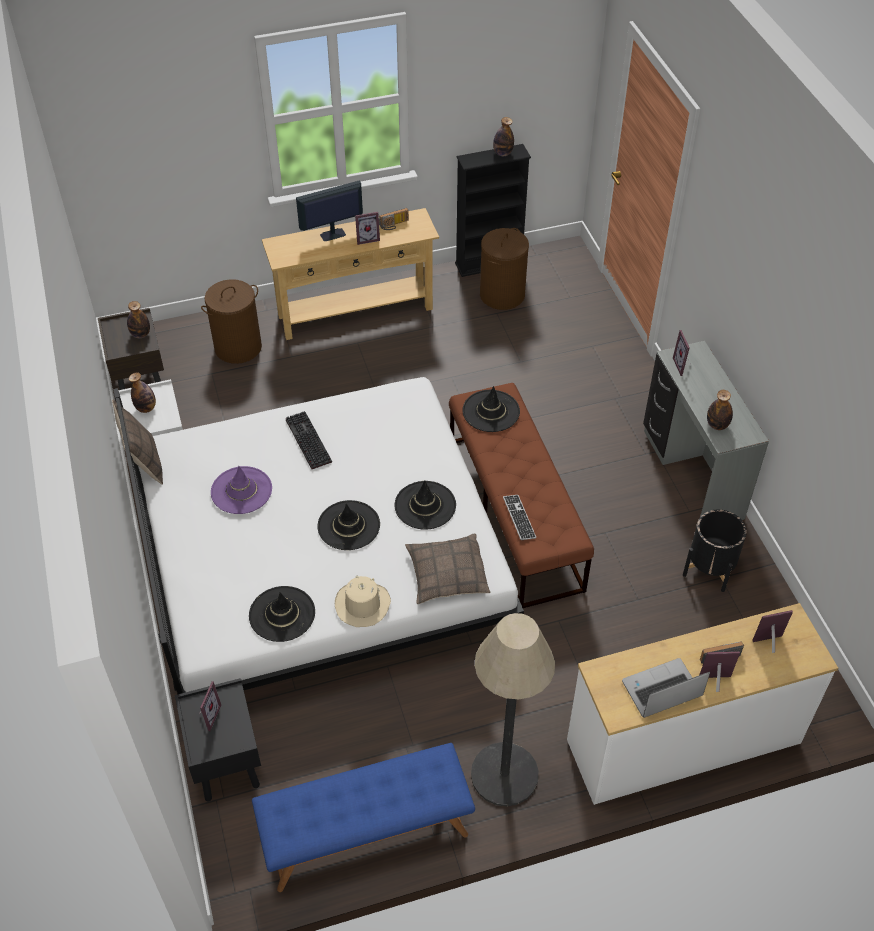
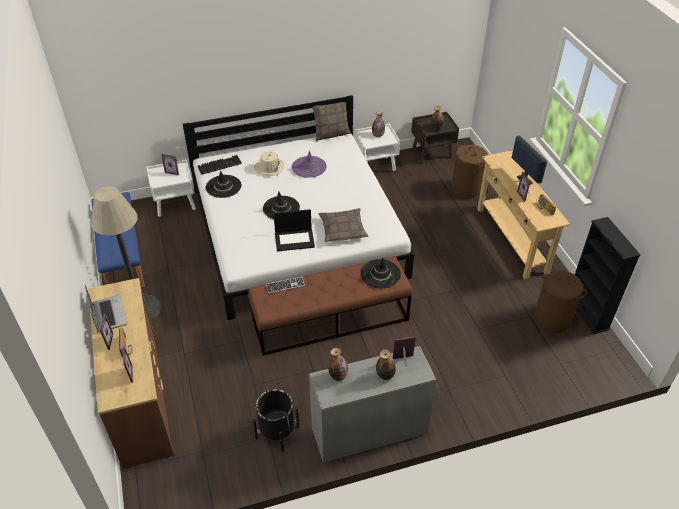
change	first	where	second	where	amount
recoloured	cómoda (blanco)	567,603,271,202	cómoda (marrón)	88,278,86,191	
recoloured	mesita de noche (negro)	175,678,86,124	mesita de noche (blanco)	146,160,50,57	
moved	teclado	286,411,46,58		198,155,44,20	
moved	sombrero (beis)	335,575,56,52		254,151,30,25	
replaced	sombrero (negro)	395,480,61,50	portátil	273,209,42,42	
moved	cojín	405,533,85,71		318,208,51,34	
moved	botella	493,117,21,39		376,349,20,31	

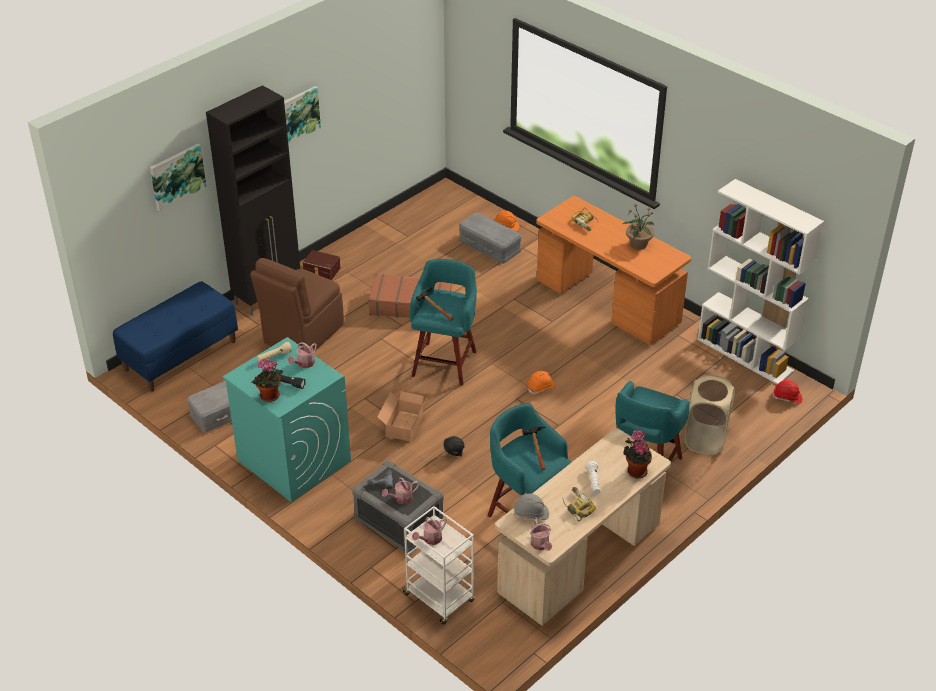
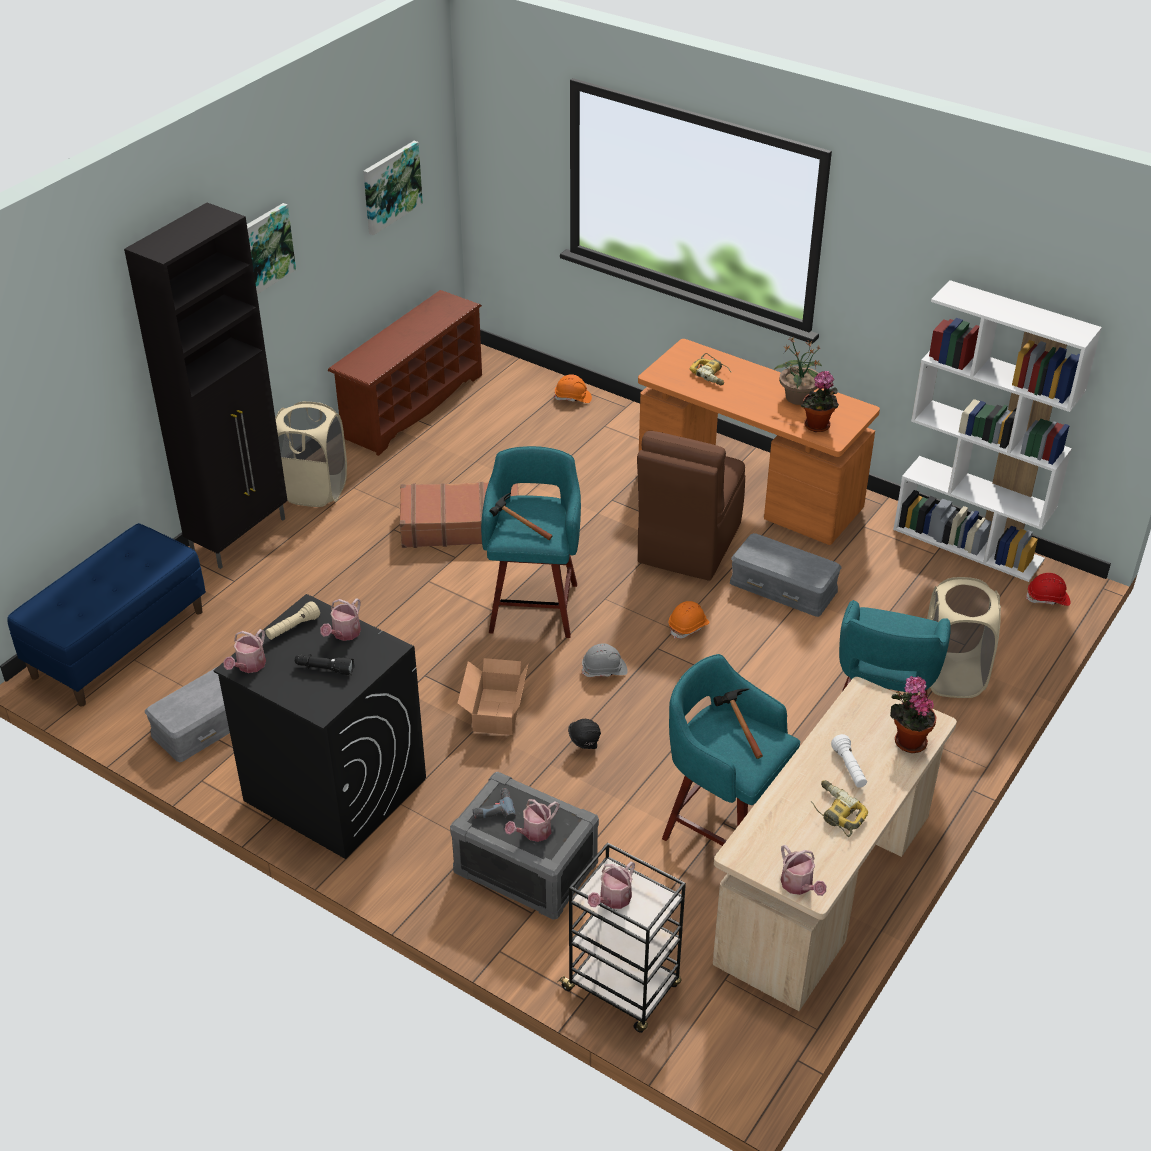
change	first	where	second	where	amount
recoloured	lavadora (turquesa)	223,337,128,165	lavadora (negro)	214,594,212,265	
added			regadera	223,629,43,44	
replaced	caja de almacenaje (marrón)	303,250,37,30	cesto de la ropa (beis)	275,401,72,106	
added			zapatero (marrón)	328,290,154,166	
moved	cuadro	150,144,57,67		363,141,60,94	
recoloured	carrito (blanco)	401,506,74,119	carrito (negro)	557,842,129,191	
moved	casco (gris)	514,494,35,26		582,643,46,34	
moved	silla (marrón)	250,258,94,92		637,431,108,150	
moved	caja de almacenaje (gris)	459,213,63,51		730,533,111,84	
moved	planta en maceta	252,359,31,43		801,371,38,61	

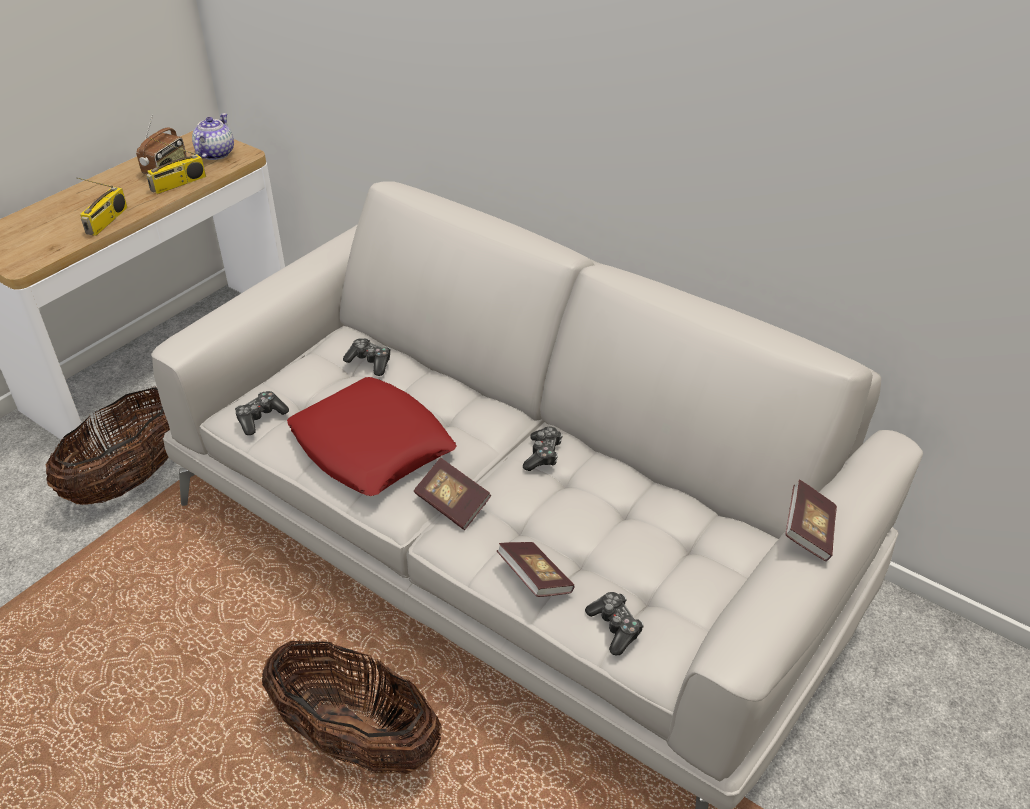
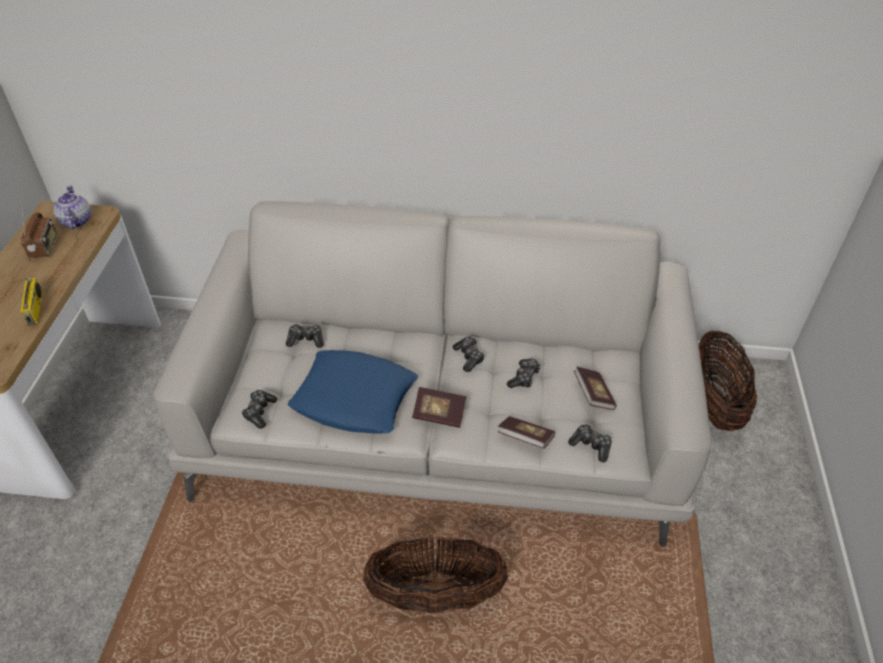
change	first	where	second	where	amount
recoloured	cojín (rojo)	287,377,170,119	cojín (azul)	288,350,130,84	
added			mando de consola	507,359,34,29	
moved	libro	785,479,52,82		574,367,43,43	
moved	cesta	46,387,124,118		698,330,59,101	
removed	radio	146,137,60,57			

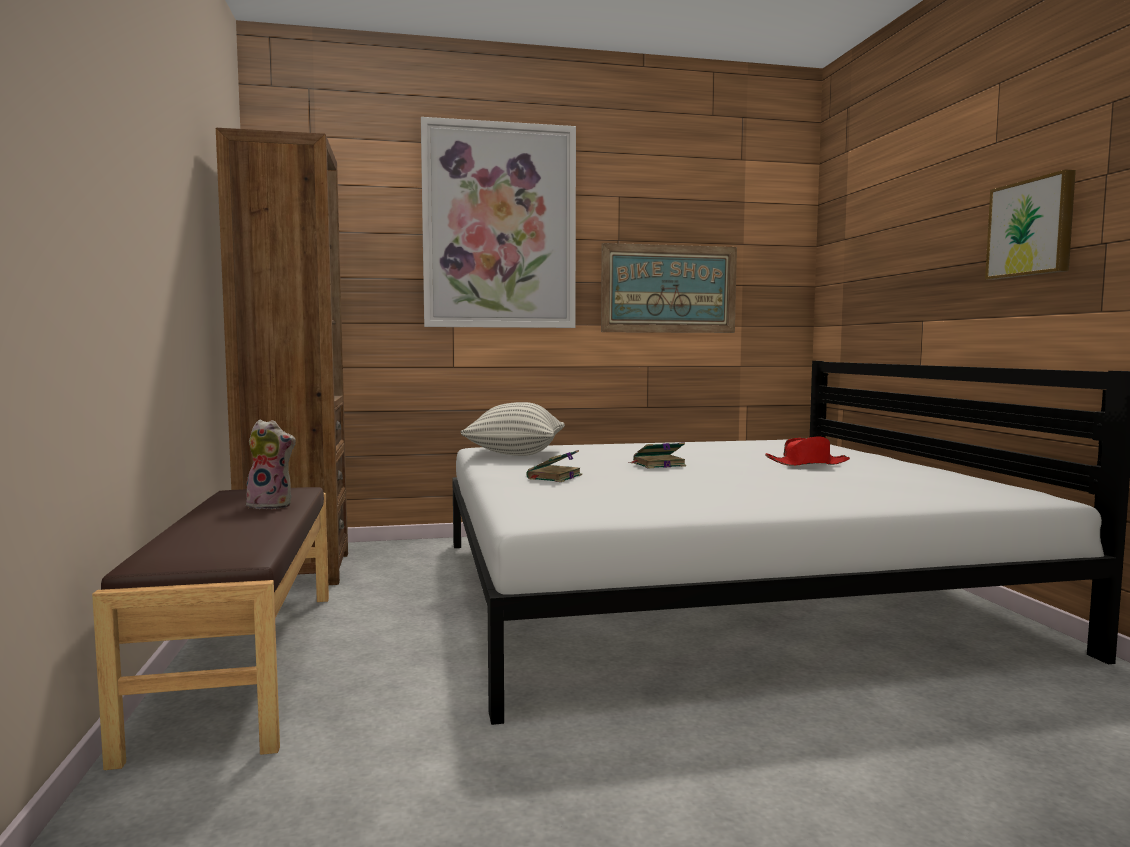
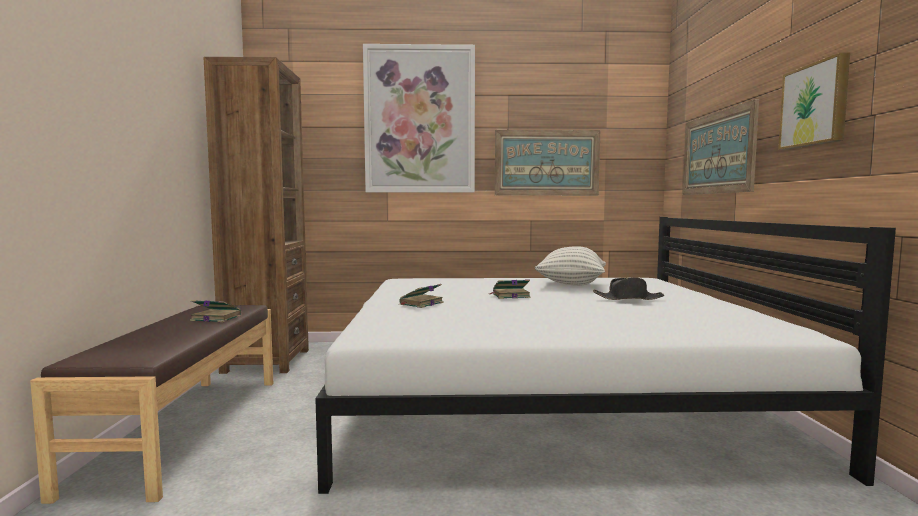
change	first	where	second	where	amount
replaced	peluche	246,419,50,90	libro	190,300,51,22	
moved	cojín	461,402,104,54		535,246,71,40	
recoloured	sombrero (rojo)	765,436,85,30	sombrero (negro)	593,277,71,23	
added			cuadro	683,99,76,96	

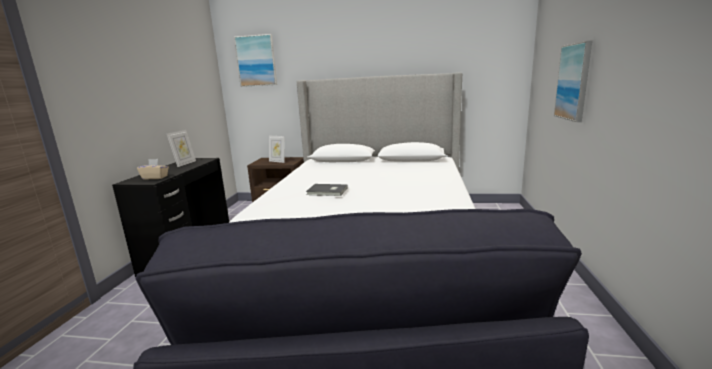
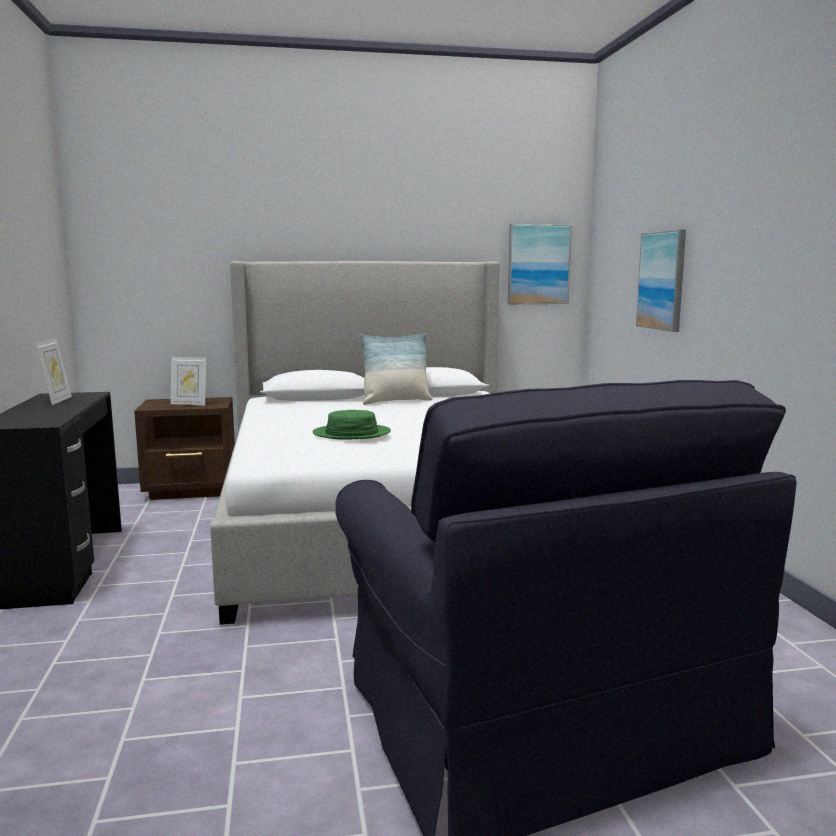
change	first	where	second	where	amount
replaced	libro (gris)	306,184,42,12	sombrero (verde)	312,410,79,30	
added			cojín	359,333,73,72	
moved	cuadro	234,34,43,53		508,224,64,80	
removed	caja de pañuelos (beis)	137,159,32,21			

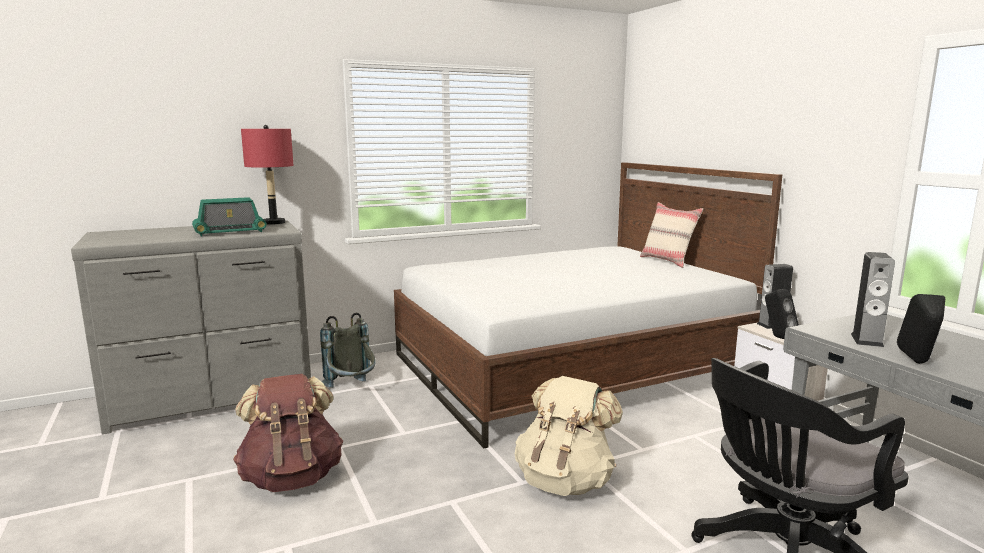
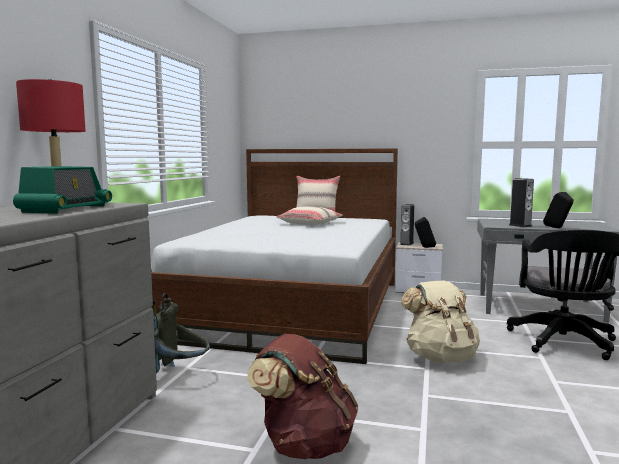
change	first	where	second	where	amount
added			cojín (beis)	277,207,66,18	

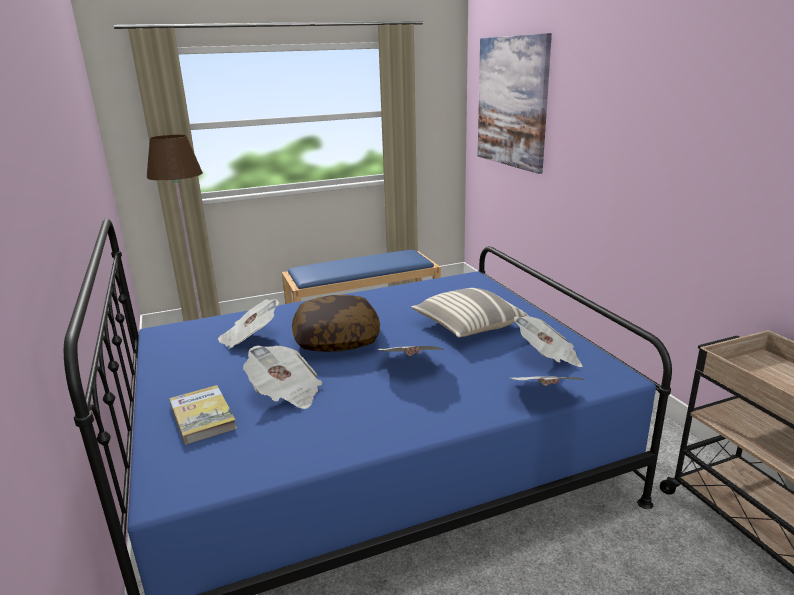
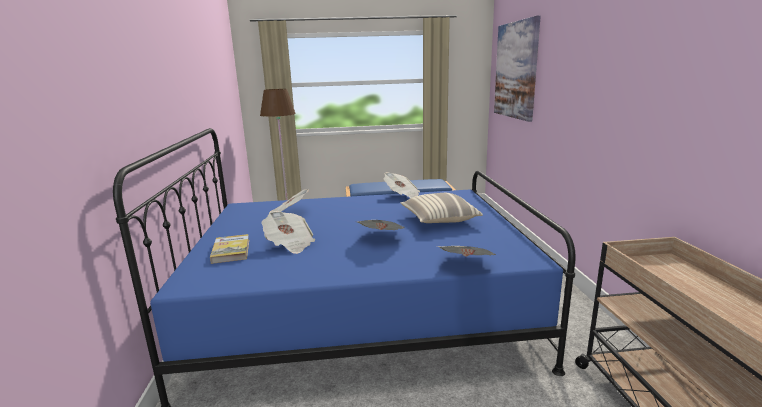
change	first	where	second	where	amount
moved	periódico	514,316,69,51		383,172,37,26	
removed	cojín	292,295,88,57			

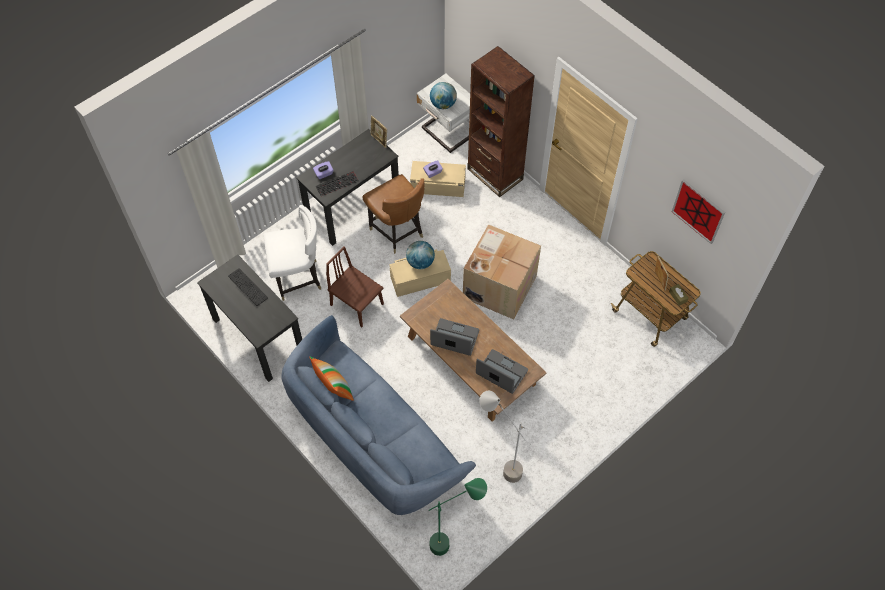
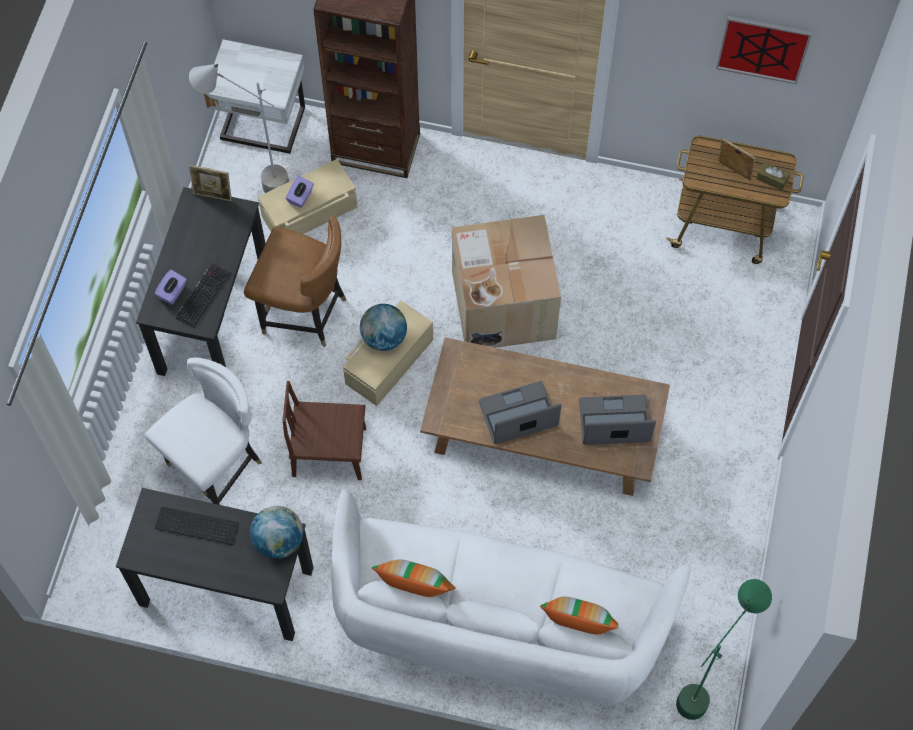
change	first	where	second	where	amount
moved	lámpara de pie (gris)	479,391,47,92		189,64,100,129	
moved	globo terráqueo	430,82,27,27		250,506,53,53	
recoloured	sofá (azul)	281,315,195,200	sofá (blanco)	331,489,360,215	
added			cojín	540,597,79,37	

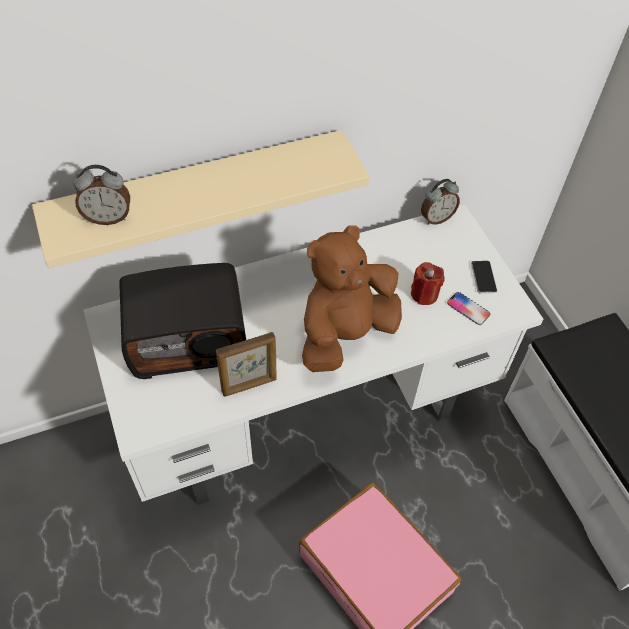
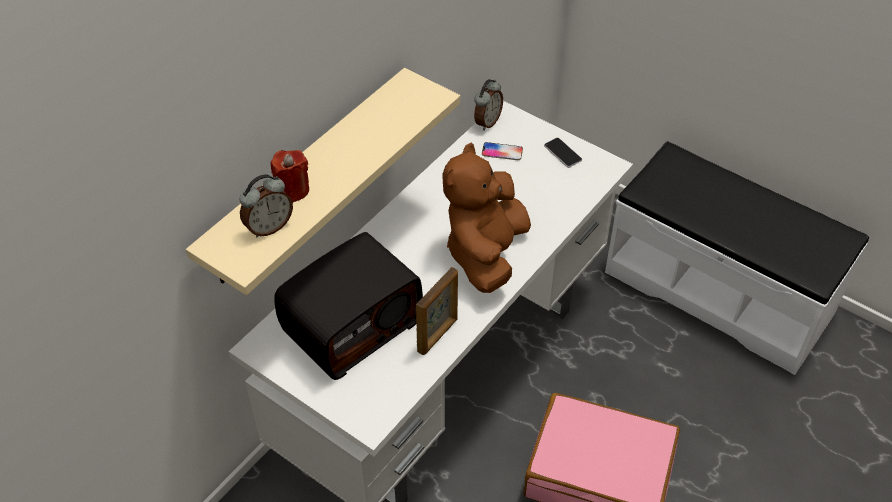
change	first	where	second	where	amount
moved	vela (rojo)	411,262,34,43		270,150,39,52	
moved	móvil	447,292,43,33		482,142,41,18	

